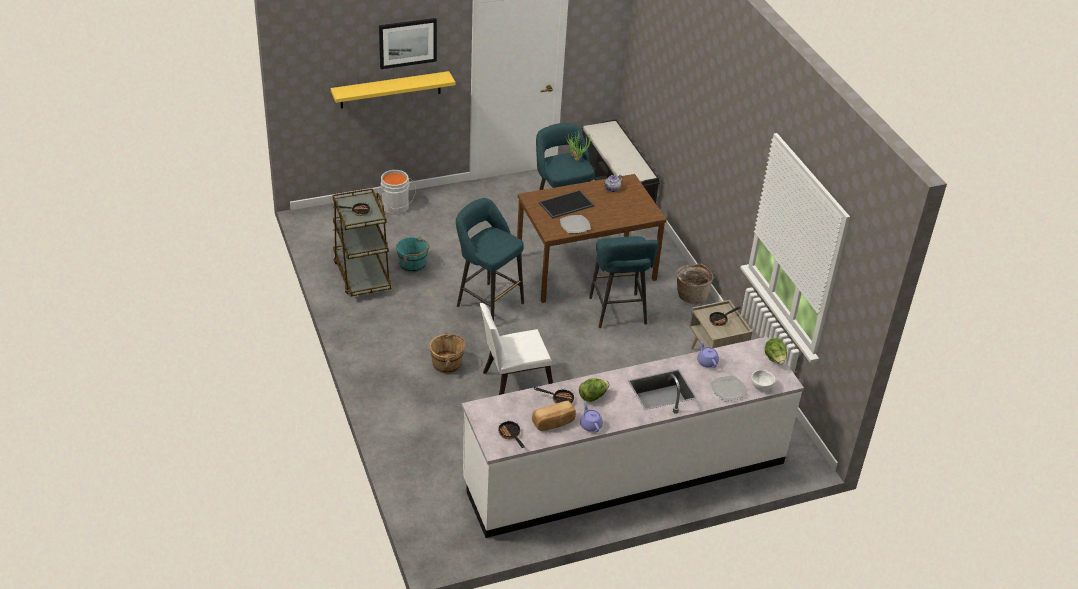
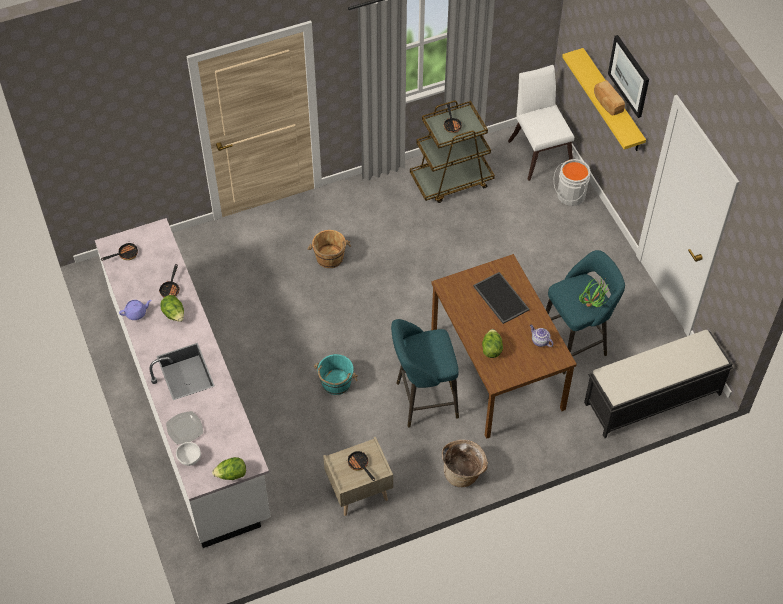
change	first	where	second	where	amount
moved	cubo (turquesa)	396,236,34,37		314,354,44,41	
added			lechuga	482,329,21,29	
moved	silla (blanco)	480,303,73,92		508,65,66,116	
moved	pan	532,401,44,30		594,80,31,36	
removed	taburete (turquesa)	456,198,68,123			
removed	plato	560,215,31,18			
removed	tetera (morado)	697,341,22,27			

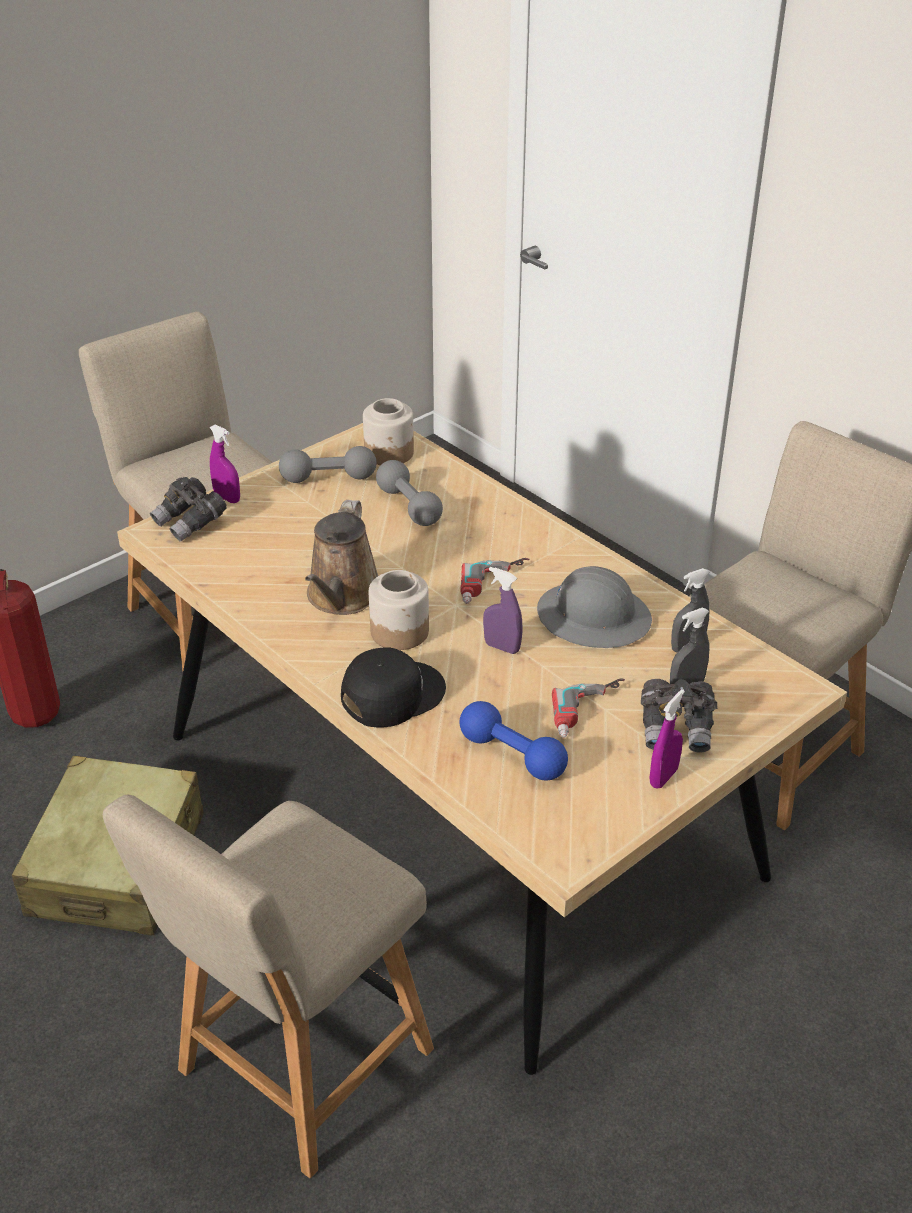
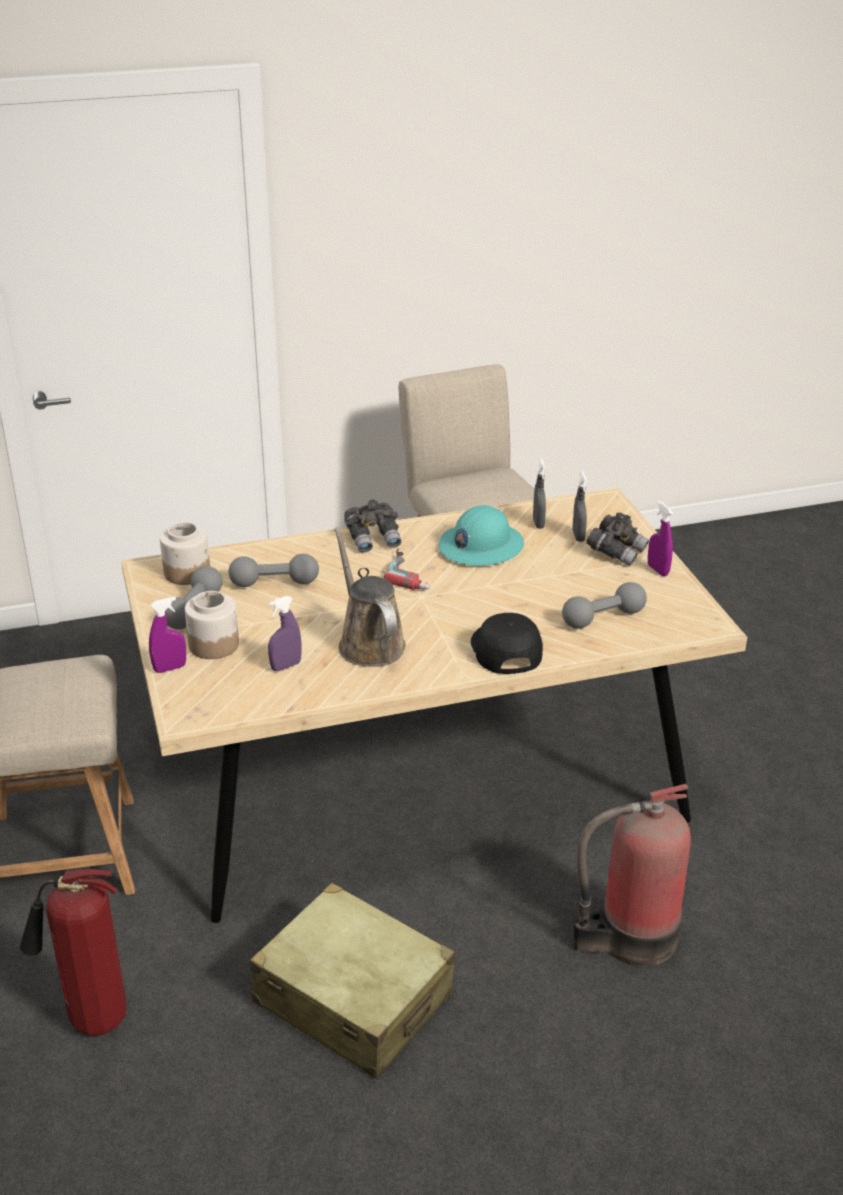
change	first	where	second	where	amount
moved	tarro	369,570,60,80		185,591,54,68	
moved	pulverizador (morado)	483,567,40,87		268,596,33,75	
turned	regadera (marrón)	305,500,73,115		334,527,72,140	150 degrees counterclockwise
moved	prismáticos (gris)	150,477,77,65		344,500,57,53	
recoloured	casco (gris)	537,566,115,82	casco (turquesa)	439,505,85,61	
recoloured	mancuerna (azul)	460,701,108,80	mancuerna (gris)	562,582,85,47	
replaced	silla (beis)	103,795,331,383	extintor	572,784,119,182	
removed	taladro	552,679,73,59			

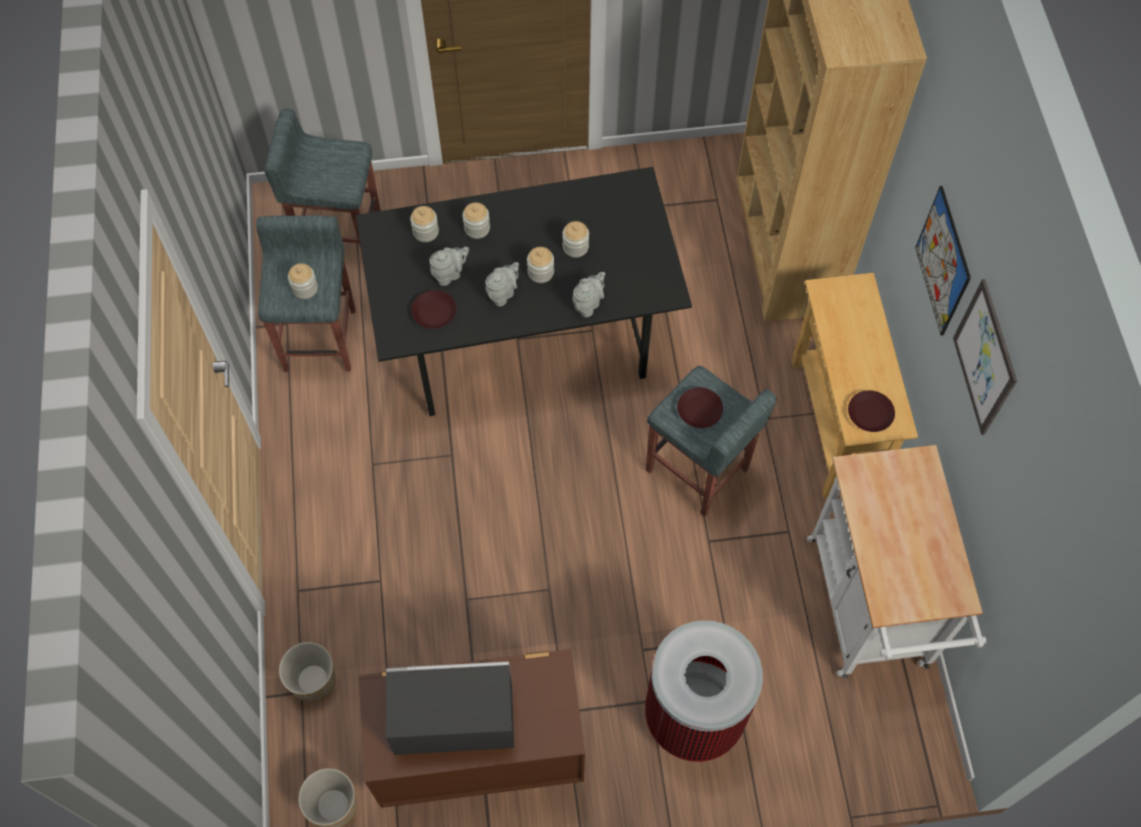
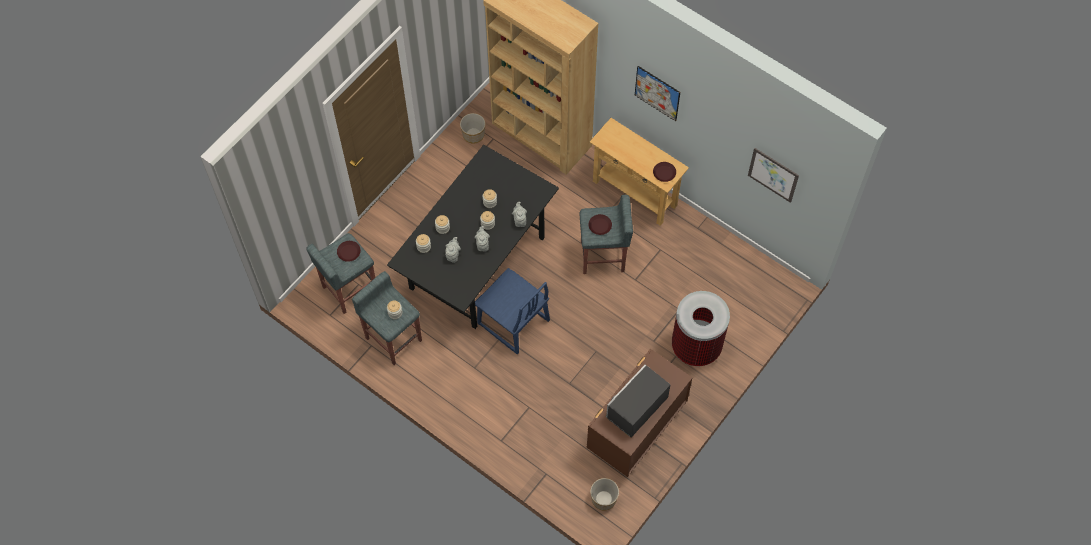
change	first	where	second	where	amount
moved	plato (marrón)	411,290,45,39		337,241,24,21	
moved	maceta	279,642,57,60		460,113,25,31	
added			silla (azul)	475,268,75,87	
moved	cuadro	953,279,64,156		748,148,51,55	
removed	carrito (blanco)	807,445,179,234			

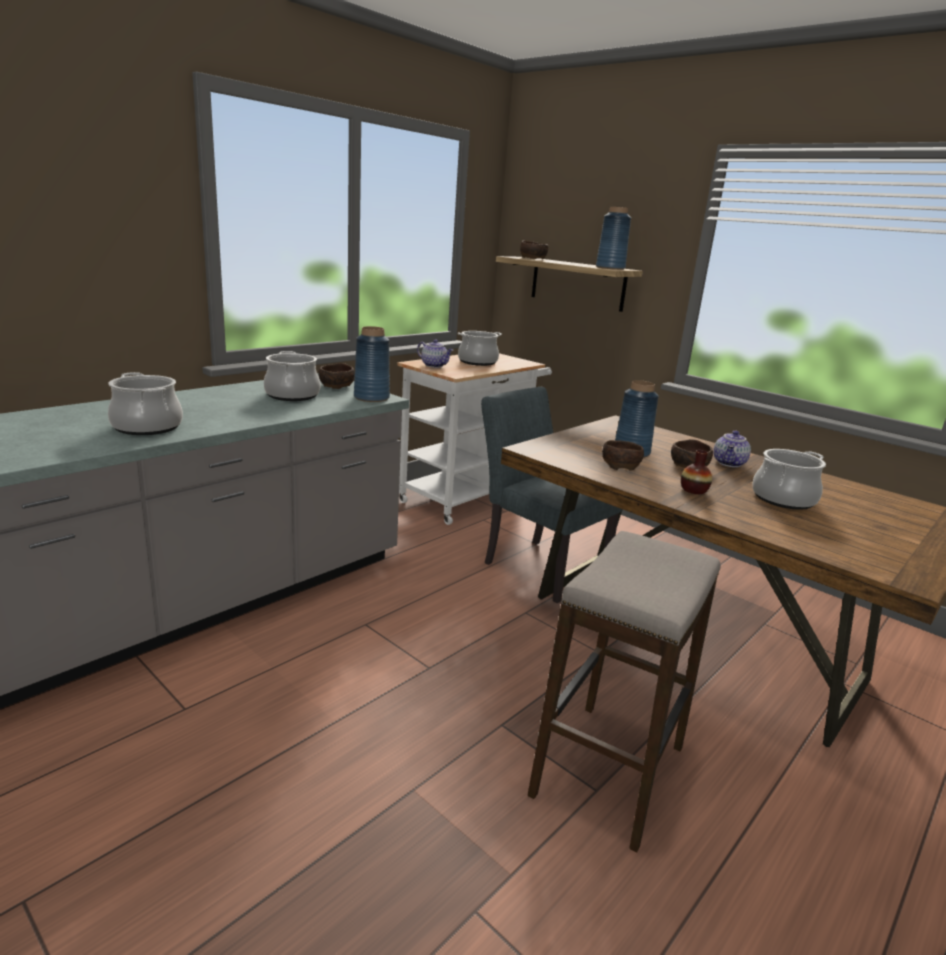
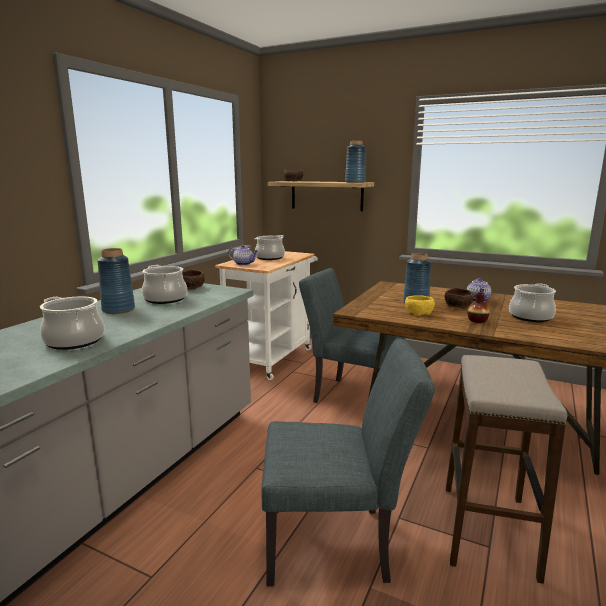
change	first	where	second	where	amount
moved	florero (azul)	354,326,36,76		97,248,38,66	
added			silla (gris)	261,339,174,247	
recoloured	cuenco (marrón)	602,440,42,31	cuenco (amarillo)	405,295,30,21	

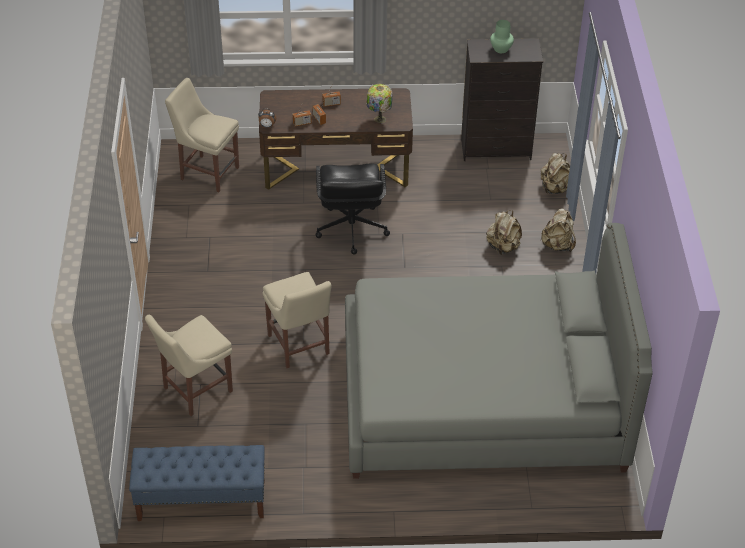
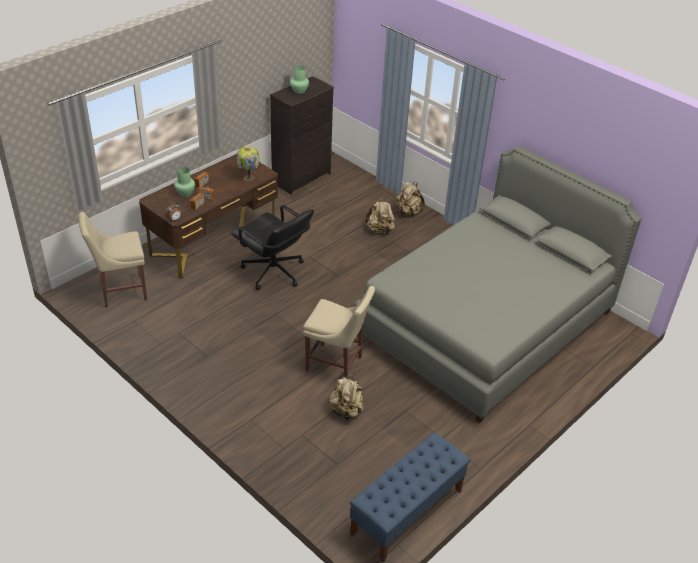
change	first	where	second	where	amount
added			florero (verde)	174,167,21,30	
moved	mochila (beis)	541,153,29,41		329,375,35,46	
removed	silla (beis)	145,315,88,101			

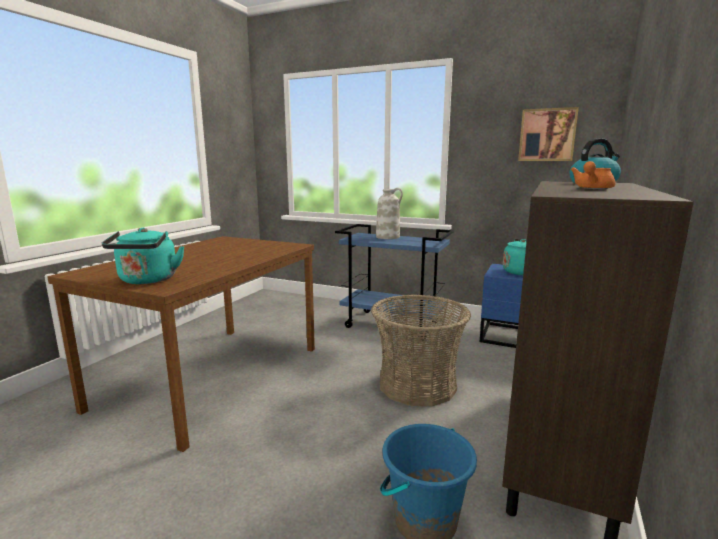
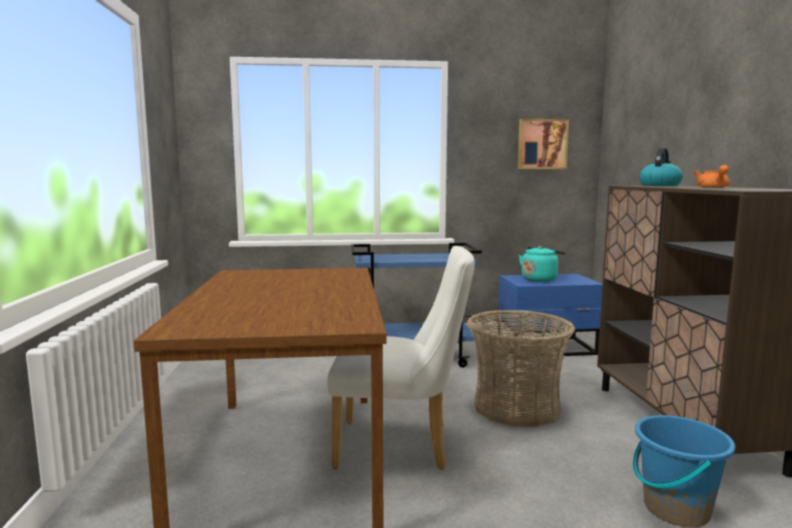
change	first	where	second	where	amount
added			silla (blanco)	327,246,148,223	
removed	hervidor (turquesa)	102,228,83,56			
removed	florero (blanco)	376,188,27,51			

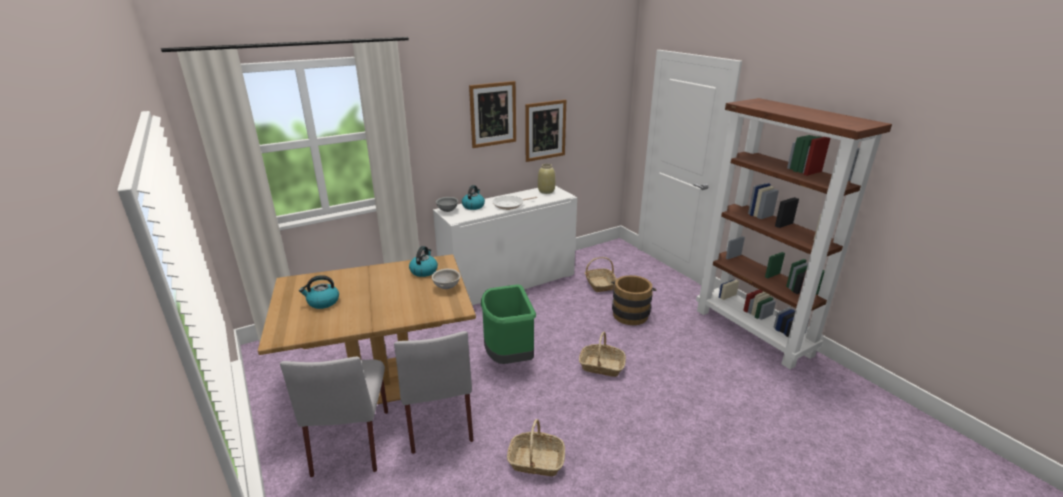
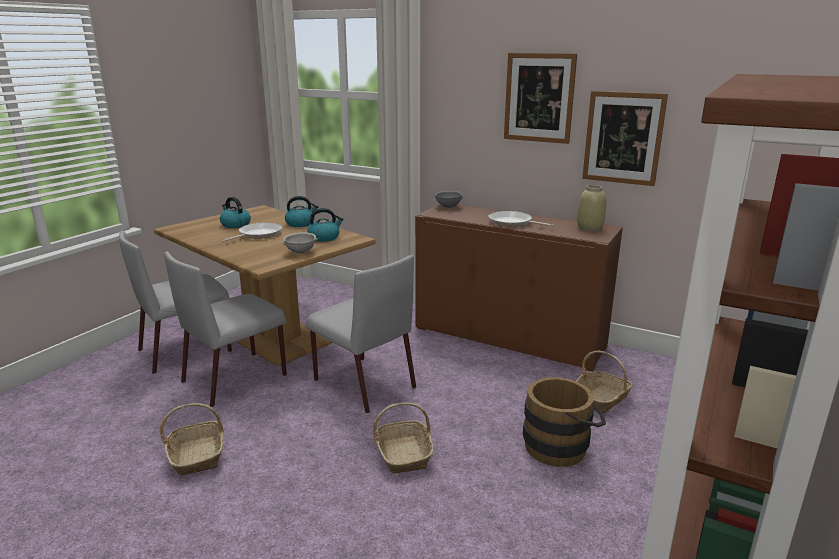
change	first	where	second	where	amount
added			sartén	222,223,60,19	
moved	hervidor	462,185,23,25		285,196,34,31	
replaced	papelera (verde)	481,284,55,80	silla (gris)	306,255,110,158	
recoloured	armario (blanco)	433,186,144,119	armario (marrón)	415,204,208,168	

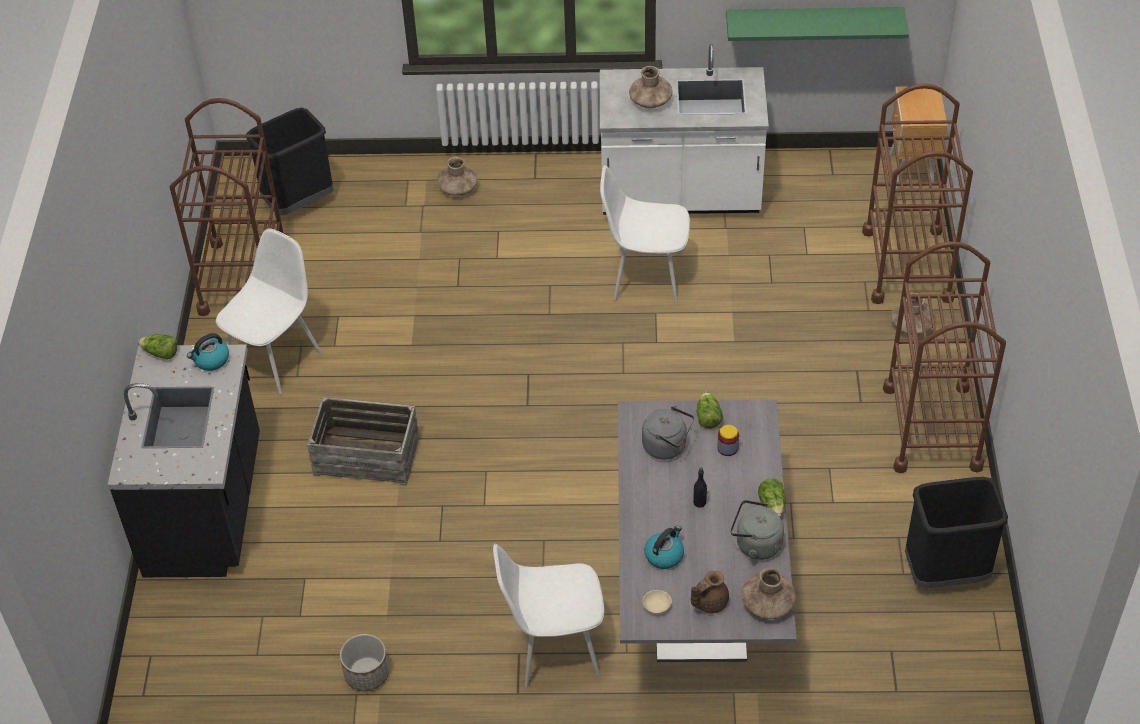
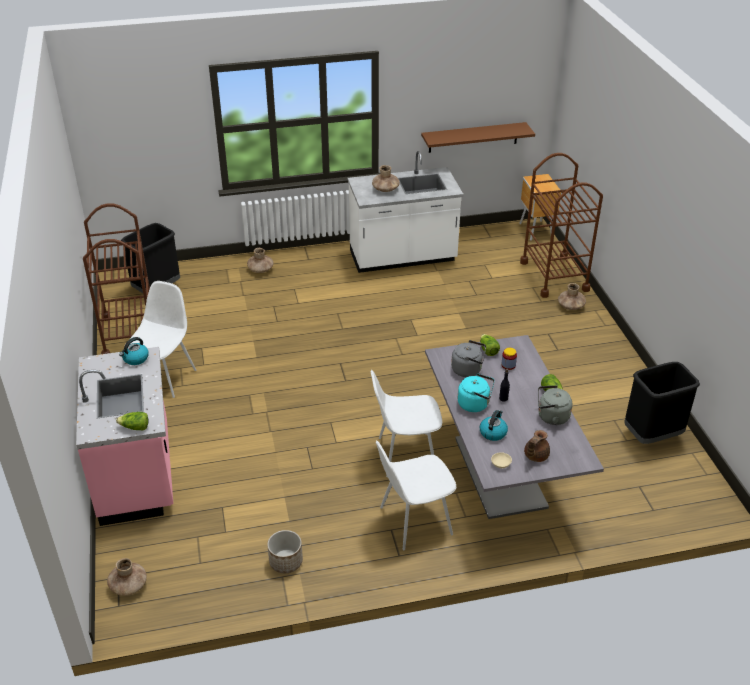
change	first	where	second	where	amount
recoloured	mueble bajo de cocina (negro)	108,345,152,232	mueble bajo de cocina (rosa)	76,347,97,179	
moved	florero (marrón)	741,568,55,51		107,558,40,38	
moved	lechuga	138,334,39,26		116,412,32,19	
moved	silla (blanco)	600,165,90,139		371,370,71,107	
recoloured	estante (verde)	726,7,183,34	estante (marrón)	421,122,114,31	
added			hervidor (turquesa)	458,373,37,39	
removed	caja de embalaje	307,397,113,89			
removed	carrito (marrón)	883,241,123,232			

